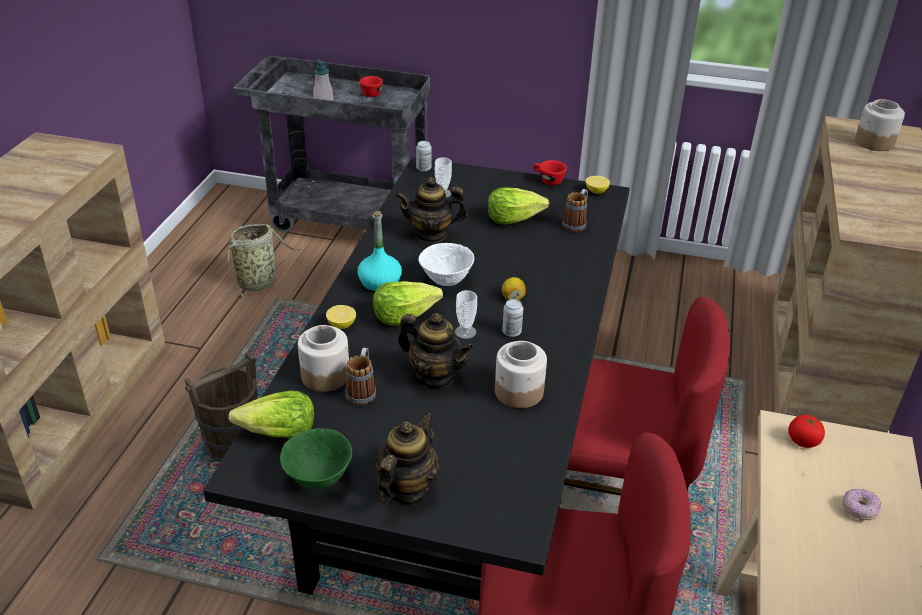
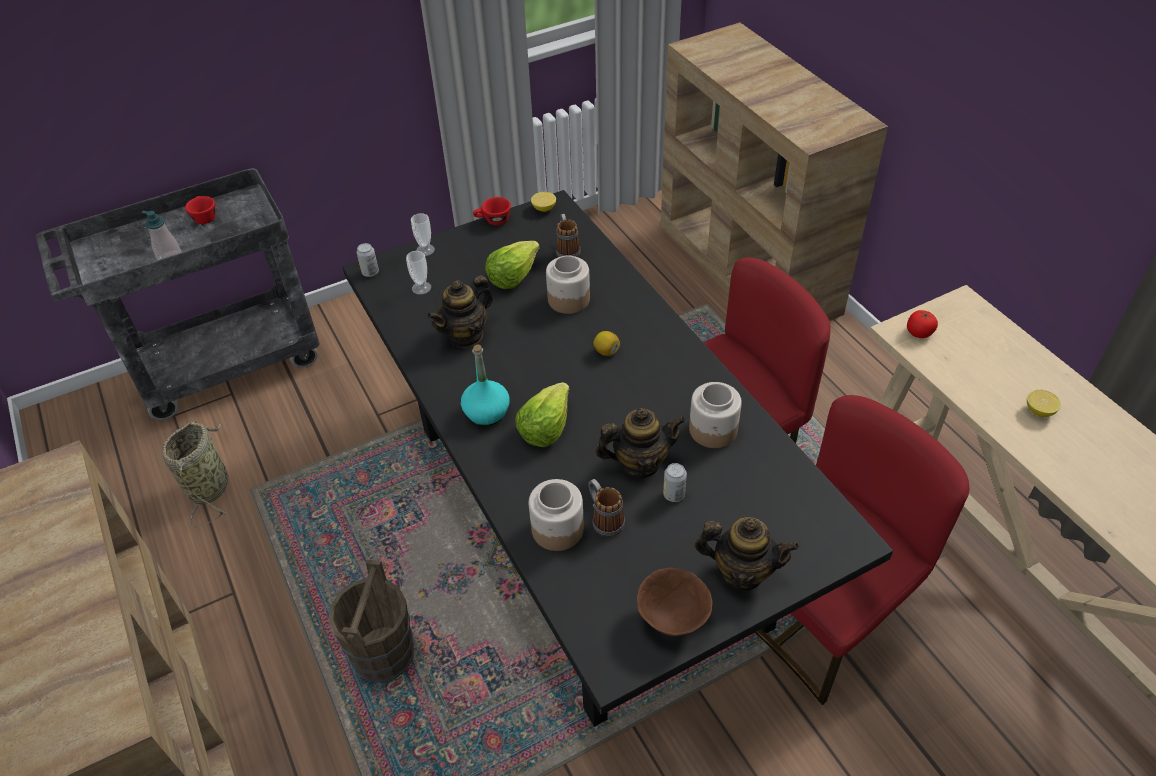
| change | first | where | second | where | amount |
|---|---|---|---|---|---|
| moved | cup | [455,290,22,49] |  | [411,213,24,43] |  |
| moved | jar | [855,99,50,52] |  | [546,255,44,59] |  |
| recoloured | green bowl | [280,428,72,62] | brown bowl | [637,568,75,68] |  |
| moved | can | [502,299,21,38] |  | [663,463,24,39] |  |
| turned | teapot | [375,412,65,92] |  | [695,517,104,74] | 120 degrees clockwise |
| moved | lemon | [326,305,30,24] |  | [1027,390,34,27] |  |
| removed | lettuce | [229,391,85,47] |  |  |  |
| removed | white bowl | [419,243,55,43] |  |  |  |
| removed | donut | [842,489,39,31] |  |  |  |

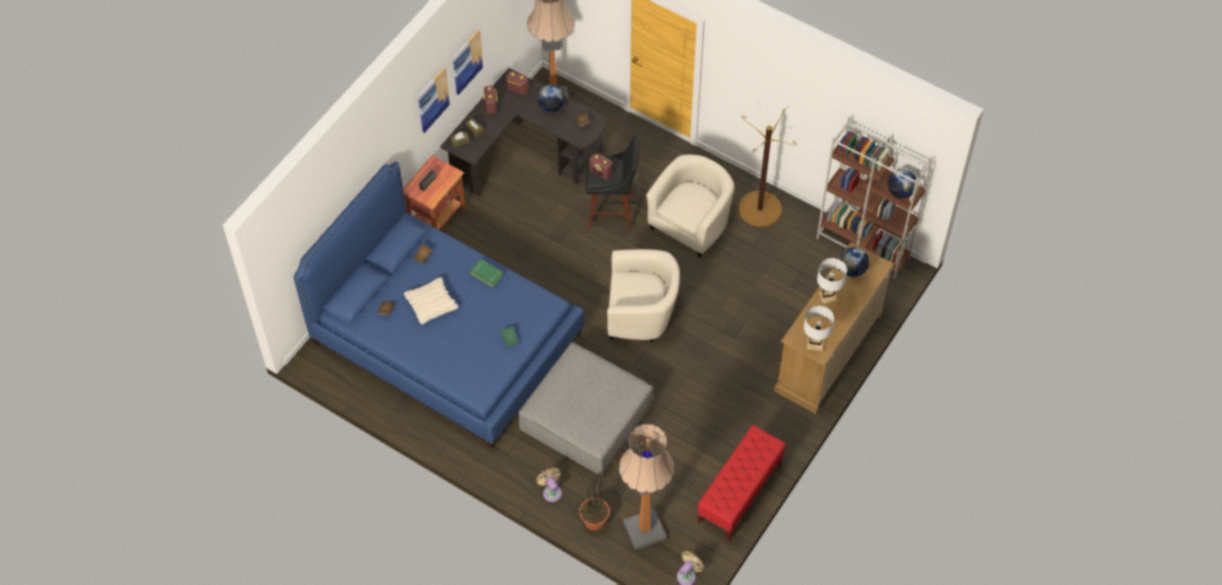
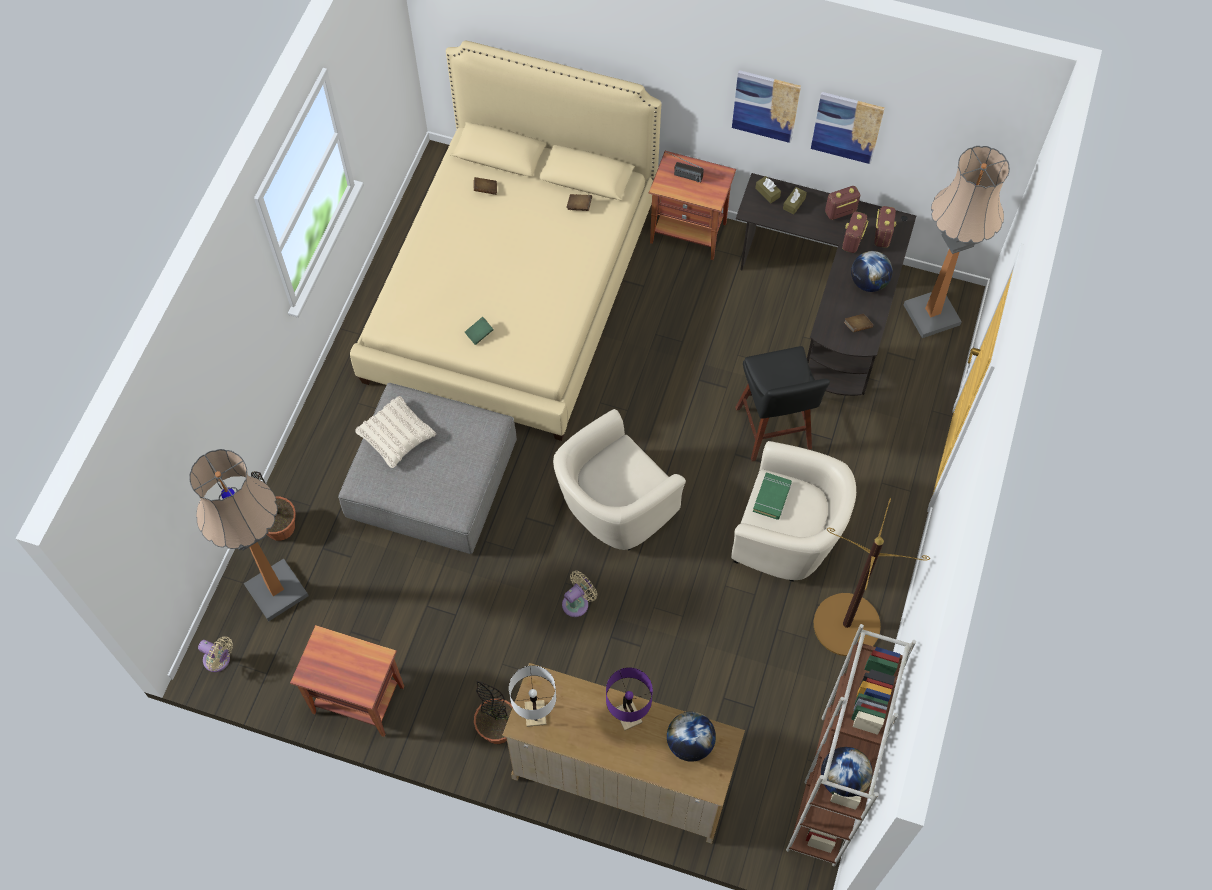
| change | first | where | second | where | amount |
|---|---|---|---|---|---|
| replaced | red bench | [698,425,88,116] | nightstand | [290,625,114,112] |  |
| recoloured | blue bed | [293,162,291,286] | beige bed | [350,41,311,400] |  |
| moved | beige pillow | [404,277,54,47] |  | [355,396,81,72] |  |
| added |  |  | potted plant | [474,681,39,63] |  |
| turned | beige armchair | [607,249,73,93] |  | [553,409,133,141] | 60 degrees clockwise |
| moved | beige fan | [536,468,26,34] |  | [562,571,35,46] |  |
| recoloured | white table lamp | [817,258,30,45] | purple table lamp | [606,667,47,64] |  |
| moved | green book | [470,259,34,29] |  | [753,472,39,48] |  |
| moved | radio | [590,153,22,27] |  | [842,211,27,42] |  |

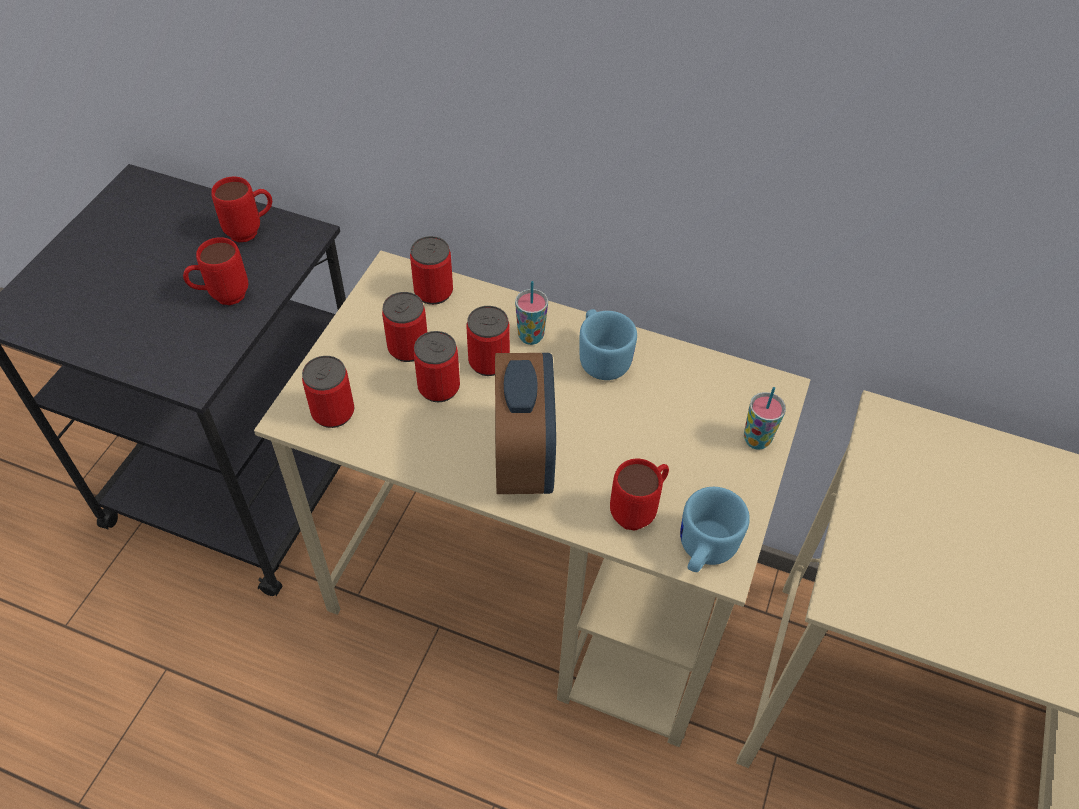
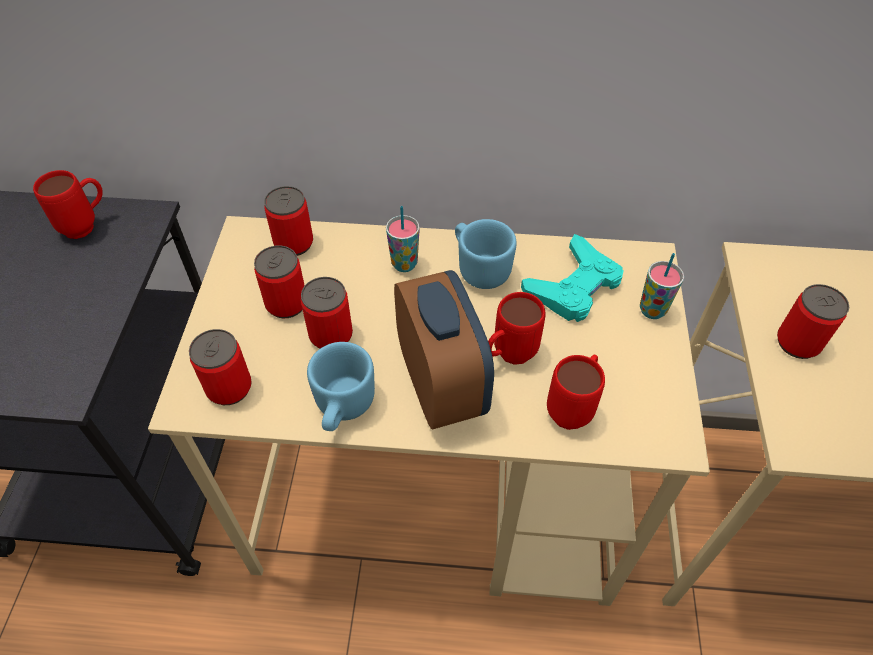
| change | first | where | second | where | amount |
|---|---|---|---|---|---|
| moved | blue mug | [680,487,70,85] |  | [307,342,68,89] |  |
| moved | red mug | [183,237,65,68] |  | [488,292,57,73] |  |
| added |  |  | turquoise game controller | [521,234,103,88] |  |
| moved | can | [467,306,43,70] |  | [777,284,72,75] |  |

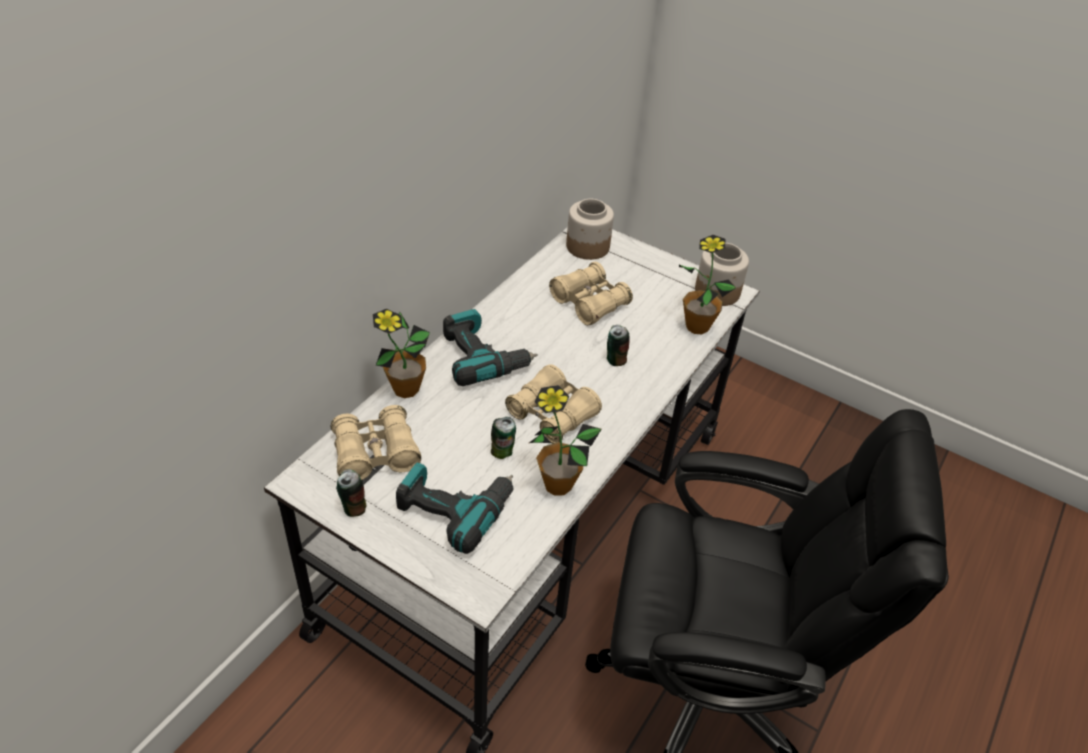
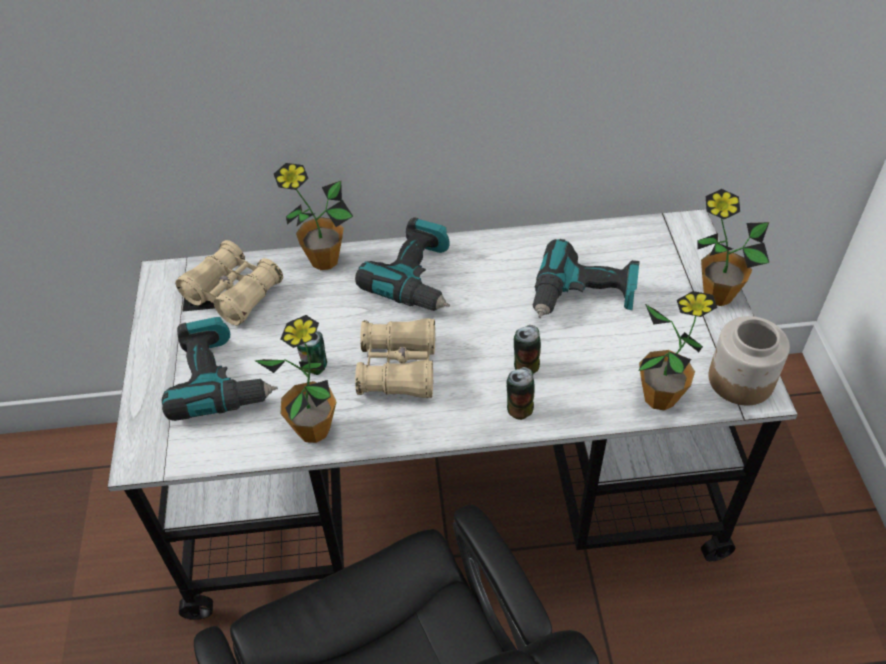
| change | first | where | second | where | amount |
|---|---|---|---|---|---|
| moved | can | [336,469,30,48] |  | [507,367,28,53] |  |
| replaced | beige binoculars | [549,262,84,63] | power drill | [533,239,106,79] |  |
| added |  |  | potted plant | [697,189,72,117] |  |
| removed | jar | [566,199,48,61] |  |  |  |

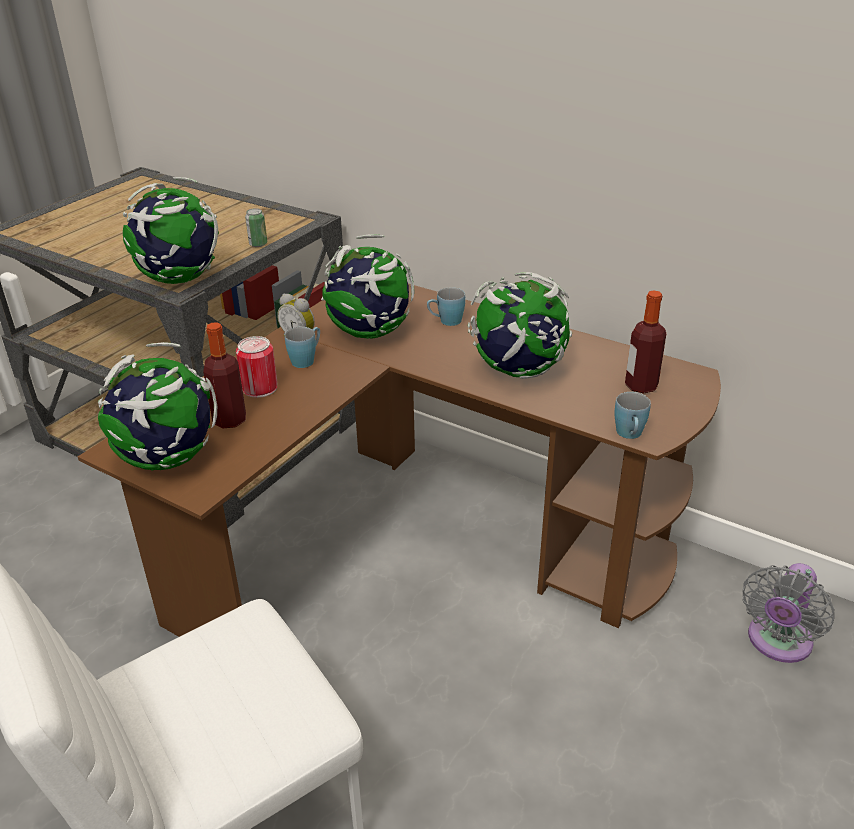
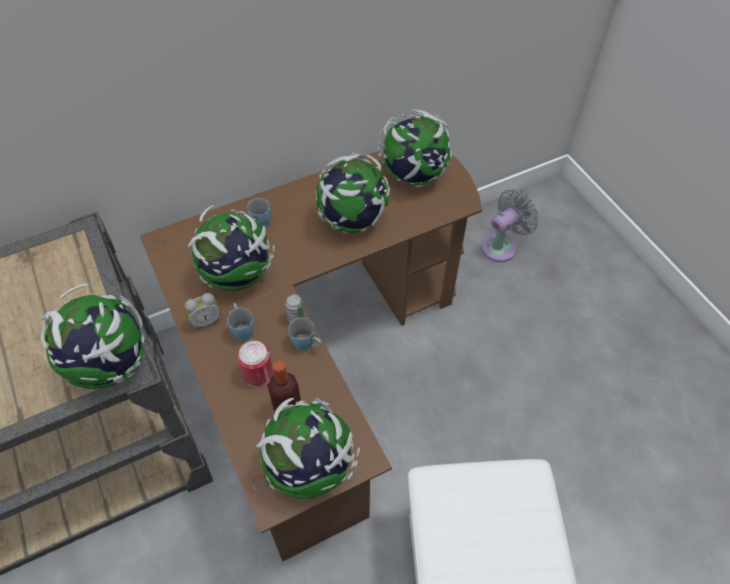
| change | first | where | second | where | amount |
|---|---|---|---|---|---|
| moved | can | [245,208,22,39] |  | [285,294,20,29] |  |
| moved | blue mug | [615,392,36,47] |  | [288,317,34,34] |  |
| replaced | bottle | [625,290,41,103] | globe | [378,110,74,77] |  |
| turned | grey fan | [743,563,92,100] |  | [481,189,58,73] | 105 degrees counterclockwise |

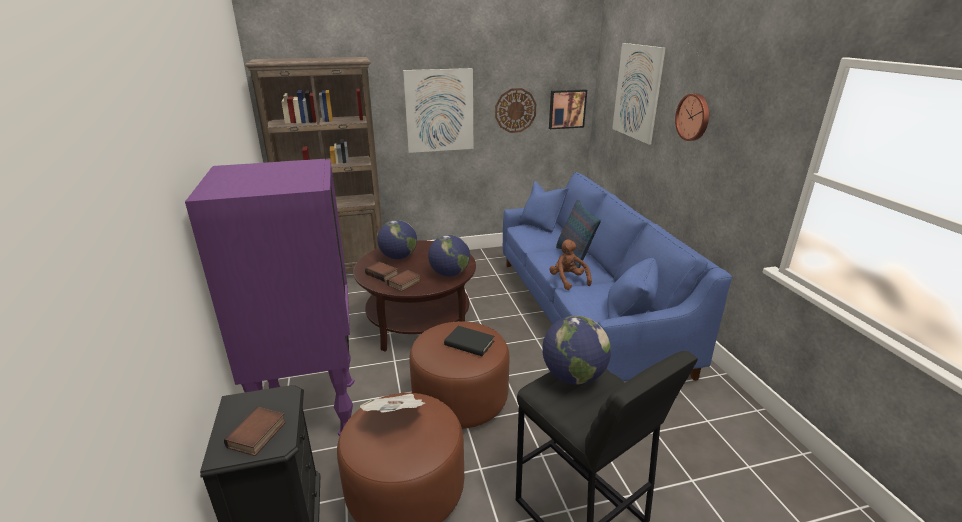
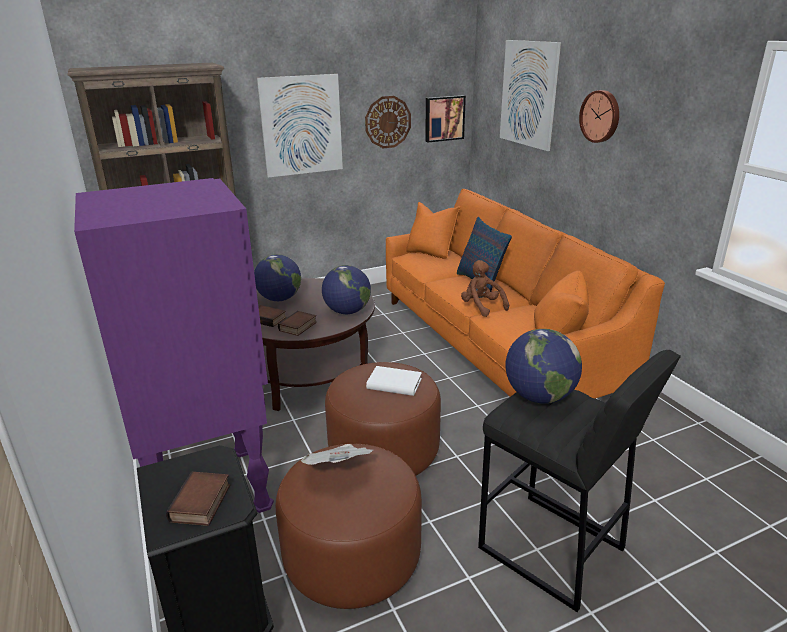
| change | first | where | second | where | amount |
|---|---|---|---|---|---|
| recoloured | black book | [444,326,50,30] | white book | [366,366,56,30] |  |
| recoloured | blue sofa | [503,172,229,209] | orange sofa | [386,189,279,210] |  |

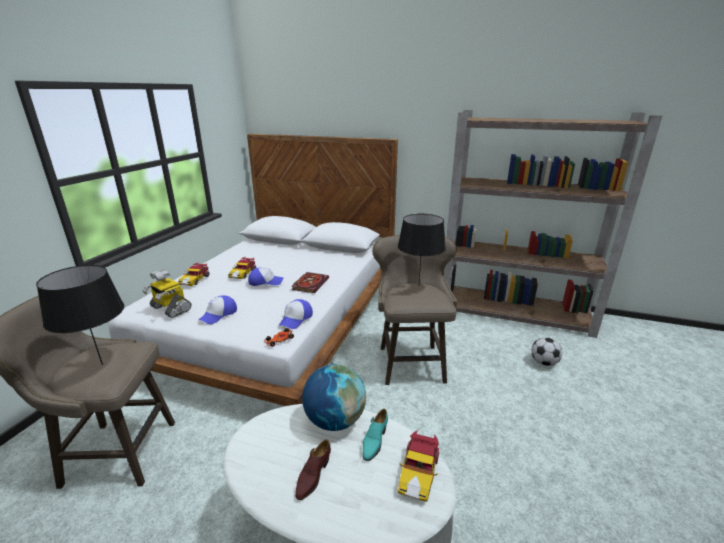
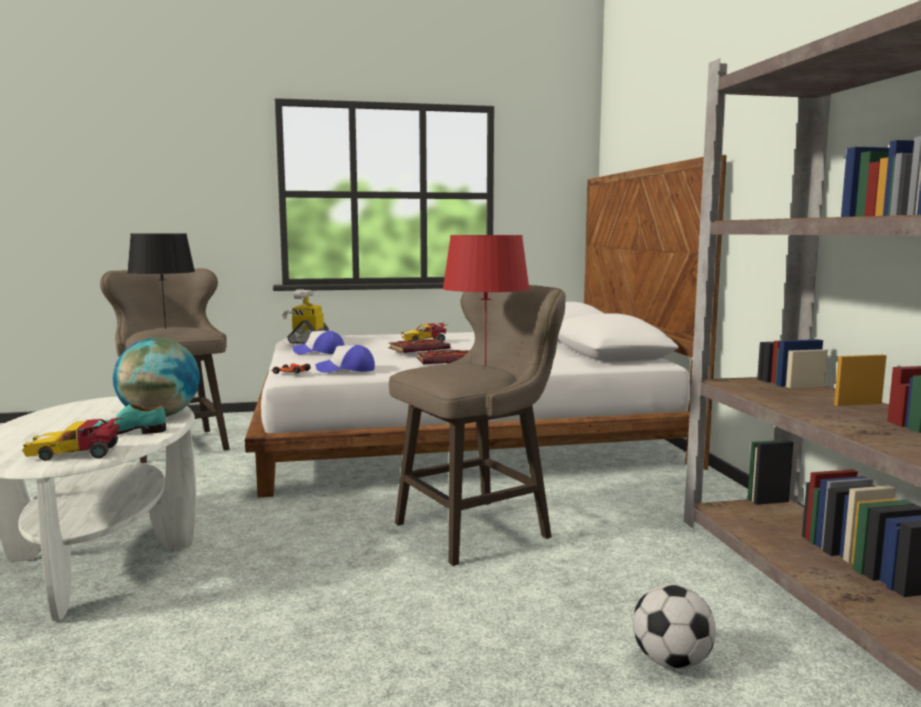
| change | first | where | second | where | amount |
|---|---|---|---|---|---|
| replaced | cap | [248,267,36,19] | book | [388,339,63,14] |  |
| recoloured | black table lamp | [398,214,48,69] | red table lamp | [442,235,88,132] |  |
| removed | toy car | [178,263,31,23] |  |  |  |
| removed | brown shoe | [295,439,36,61] |  |  |  |

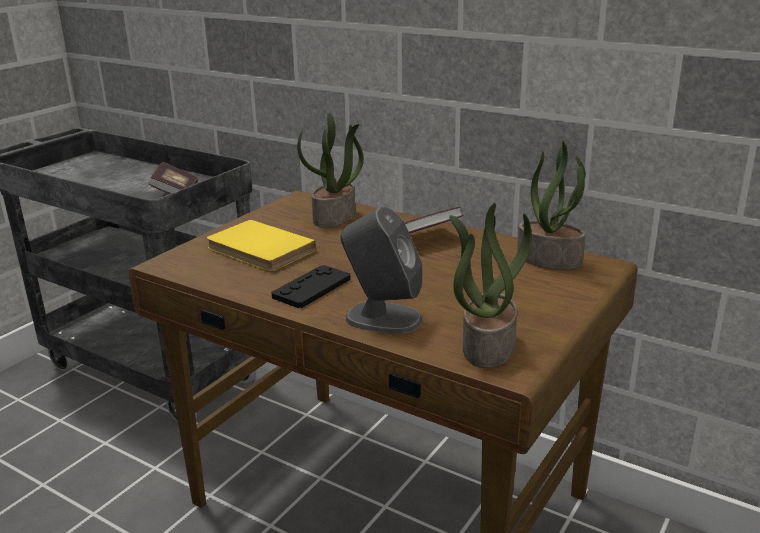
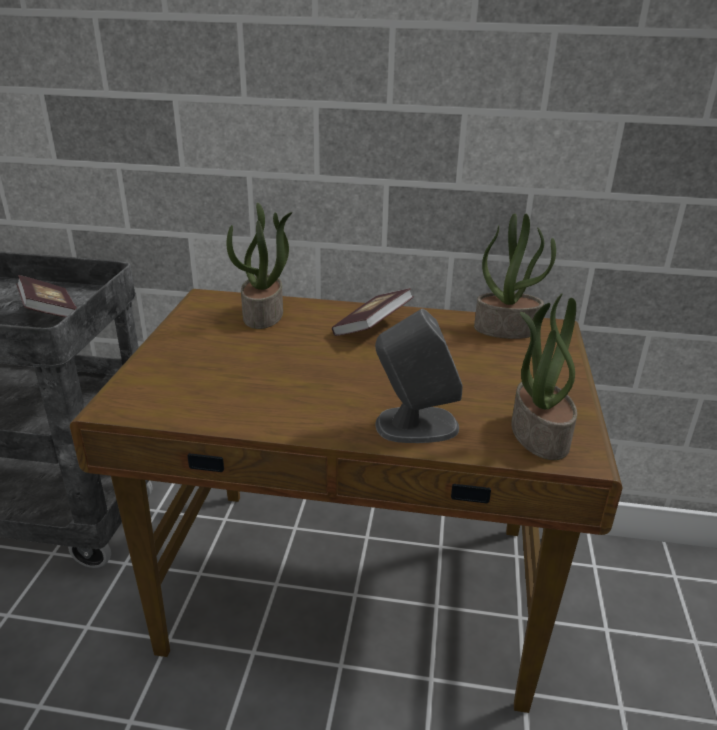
| change | first | where | second | where | amount |
|---|---|---|---|---|---|
| removed | yellow book | [207,220,109,52] |  |  |  |
| removed | black game controller | [272,265,79,43] |  |  |  |

